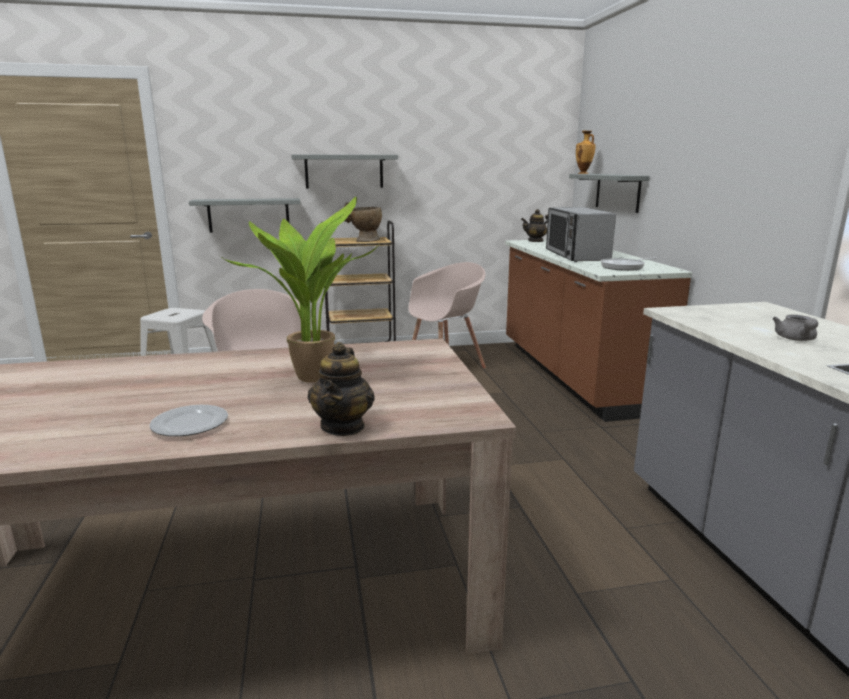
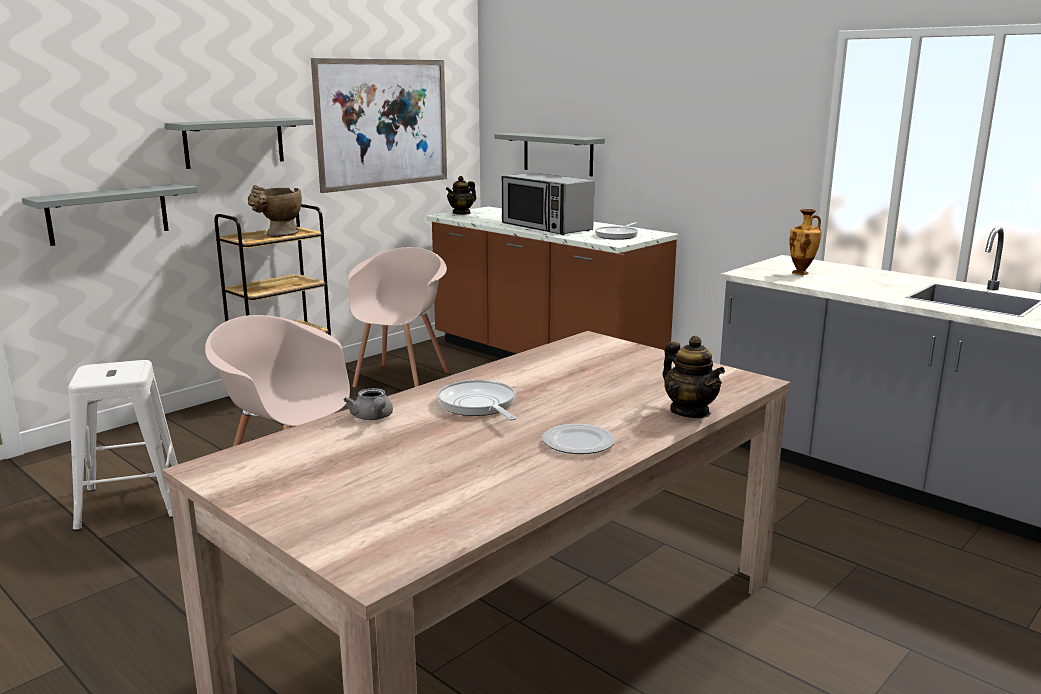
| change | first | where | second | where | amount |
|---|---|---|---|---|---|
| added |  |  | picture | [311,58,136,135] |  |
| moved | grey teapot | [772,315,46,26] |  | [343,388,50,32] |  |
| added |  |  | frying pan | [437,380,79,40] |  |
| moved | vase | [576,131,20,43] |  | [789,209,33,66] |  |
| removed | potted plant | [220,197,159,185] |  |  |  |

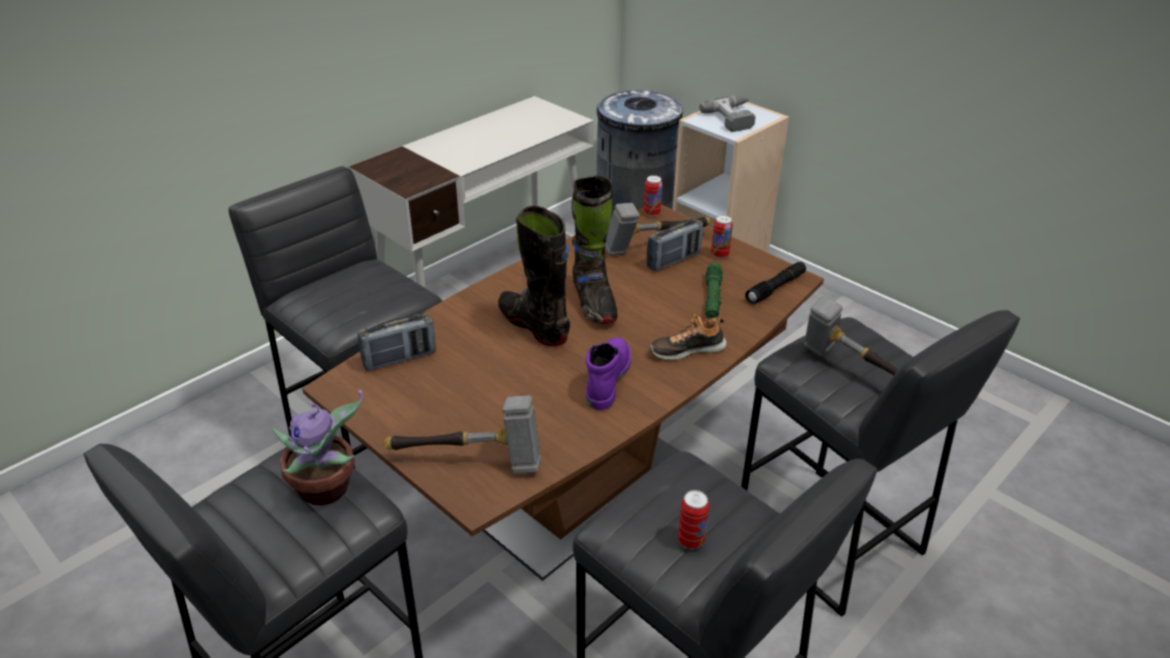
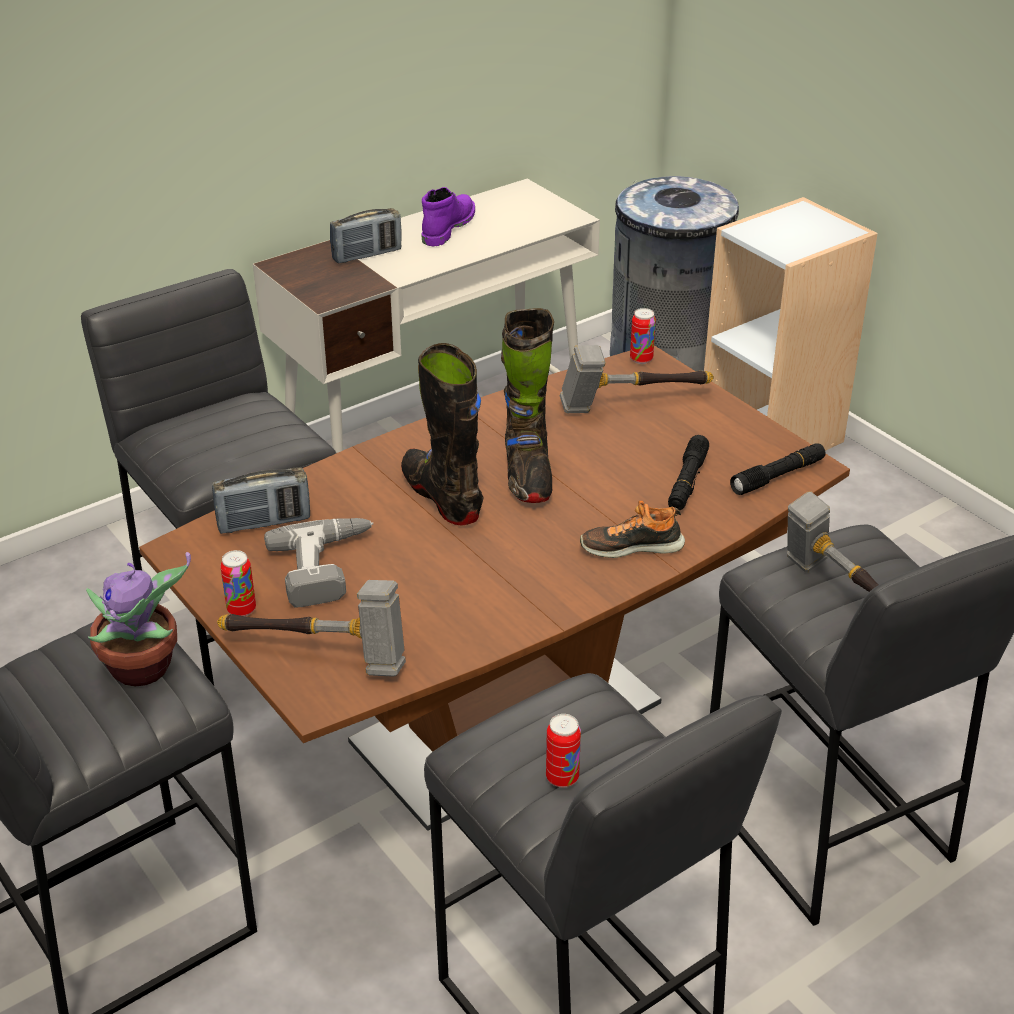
| change | first | where | second | where | amount |
|---|---|---|---|---|---|
| moved | can | [711,215,22,44] |  | [221,550,35,66] |  |
| moved | power drill | [699,96,57,36] |  | [264,518,109,90] |  |
| moved | radio | [646,218,57,54] |  | [330,208,72,56] |  |
| moved | purple boot | [586,337,45,73] |  | [421,187,54,59] |  |
| recoloured | green flashlight | [705,263,18,56] | black flashlight | [668,435,41,76] |  |

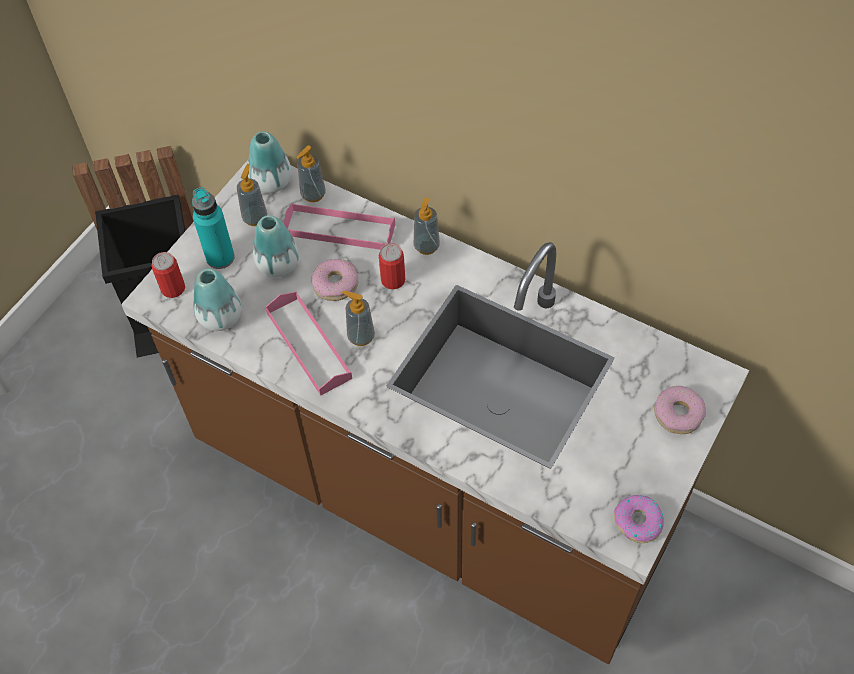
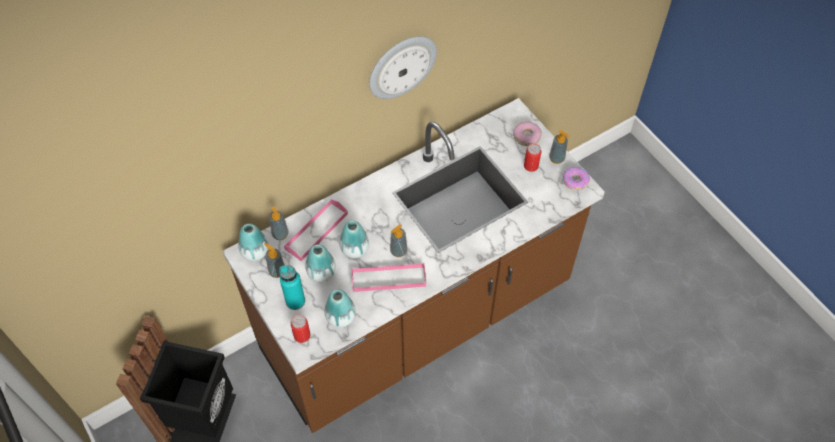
| change | first | where | second | where | amount |
|---|---|---|---|---|---|
| replaced | donut | [311,259,47,42] | vase | [339,220,30,38] |  |
| added |  |  | wall clock | [369,36,68,63] |  |
| moved | can | [379,243,26,46] |  | [524,144,18,28] |  |
| moved | soap dispenser | [413,198,27,57] |  | [549,130,21,34] |  |

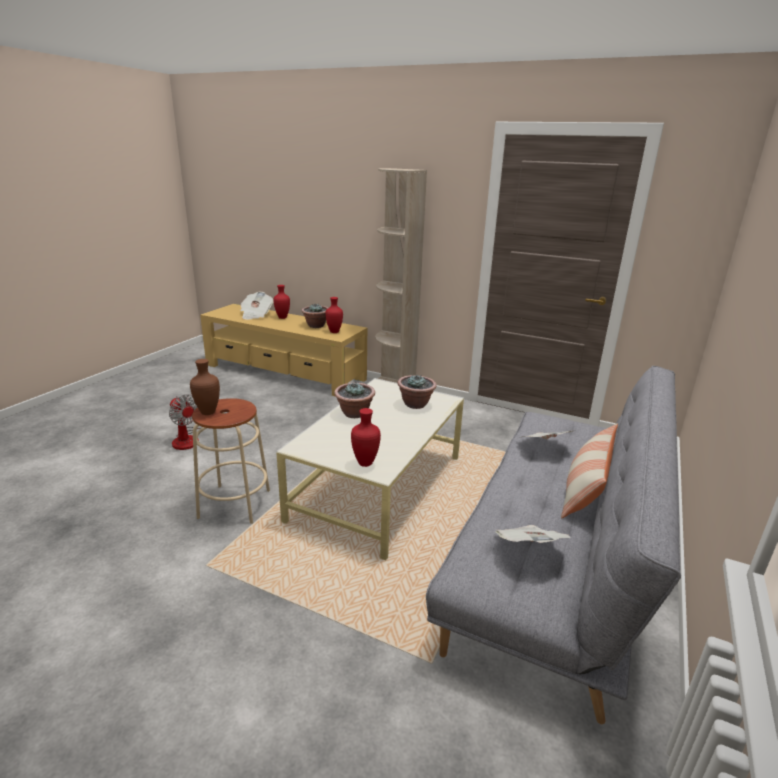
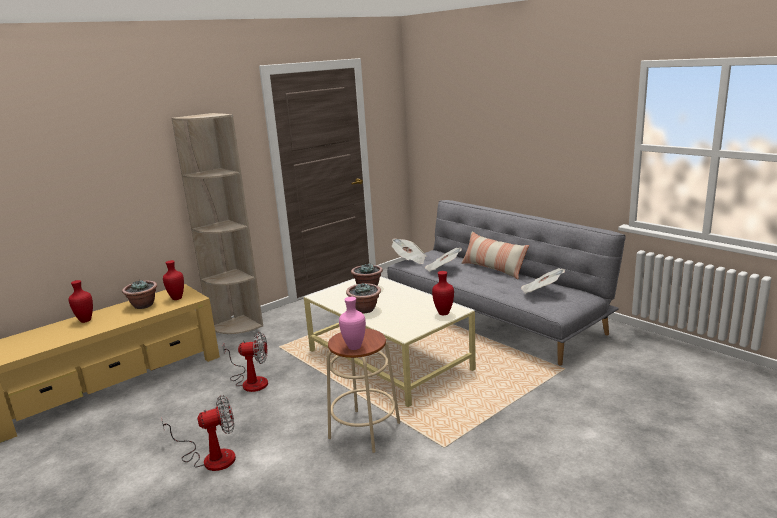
| change | first | where | second | where | amount |
|---|---|---|---|---|---|
| added |  |  | fan | [223,332,45,60] |  |
| recoloured | brown vase | [190,359,30,56] | pink vase | [339,297,27,53] |  |
| moved | newspaper | [240,292,34,28] |  | [391,239,36,25] |  |

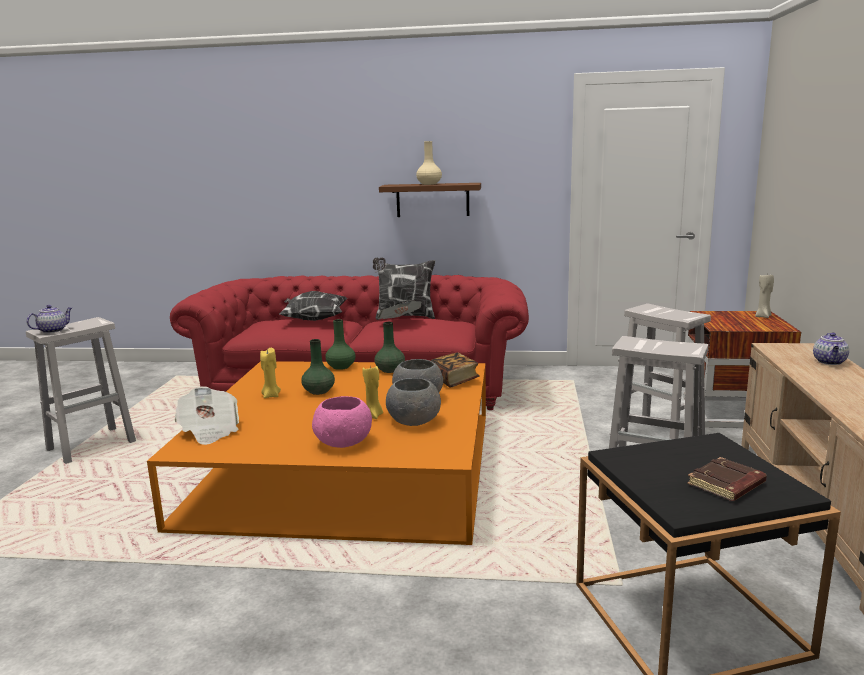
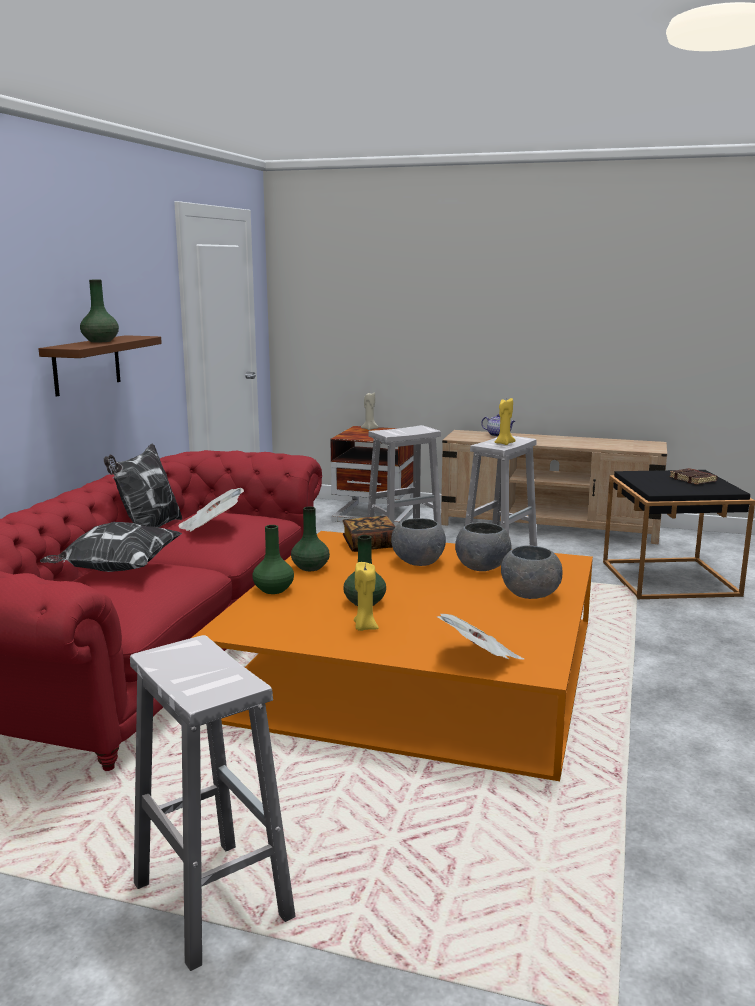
| change | first | where | second | where | amount |
|---|---|---|---|---|---|
| recoloured | beige vase | [416,141,26,44] | green vase | [80,280,39,62] |  |
| moved | yellow candle | [362,365,21,54] |  | [494,398,21,47] |  |
| recoloured | pink bowl | [312,396,60,52] | grey bowl | [501,545,62,54] |  |
| removed | teapot | [26,305,46,28] |  |  |  |

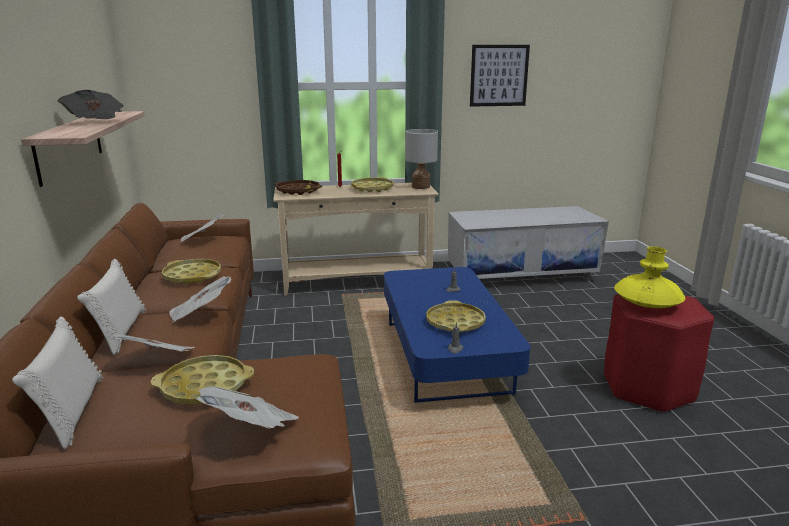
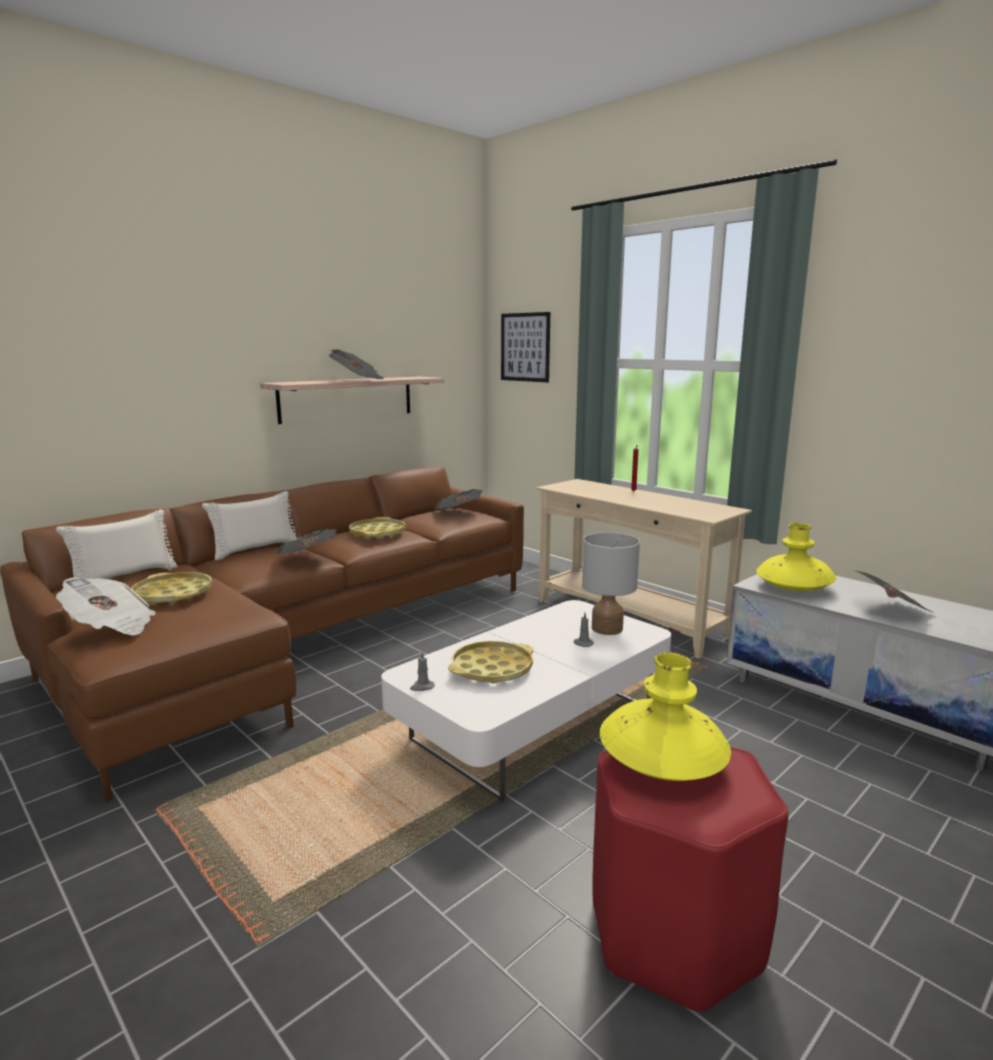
| change | first | where | second | where | amount |
|---|---|---|---|---|---|
| recoloured | blue coffee table | [384,267,147,136] | white coffee table | [381,600,290,202] |  |
| moved | picture | [470,45,60,62] |  | [501,312,49,71] |  |
| moved | grey table lamp | [405,129,33,60] |  | [582,532,58,103] |  |
| added |  |  | yellow vase | [756,523,80,68] |  |
| moved | newspaper | [110,334,85,17] |  | [856,571,80,42] |  |
| removed | brown tray | [274,180,48,15] |  |  |  |
| removed | yellow tray | [351,177,43,15] |  |  |  |

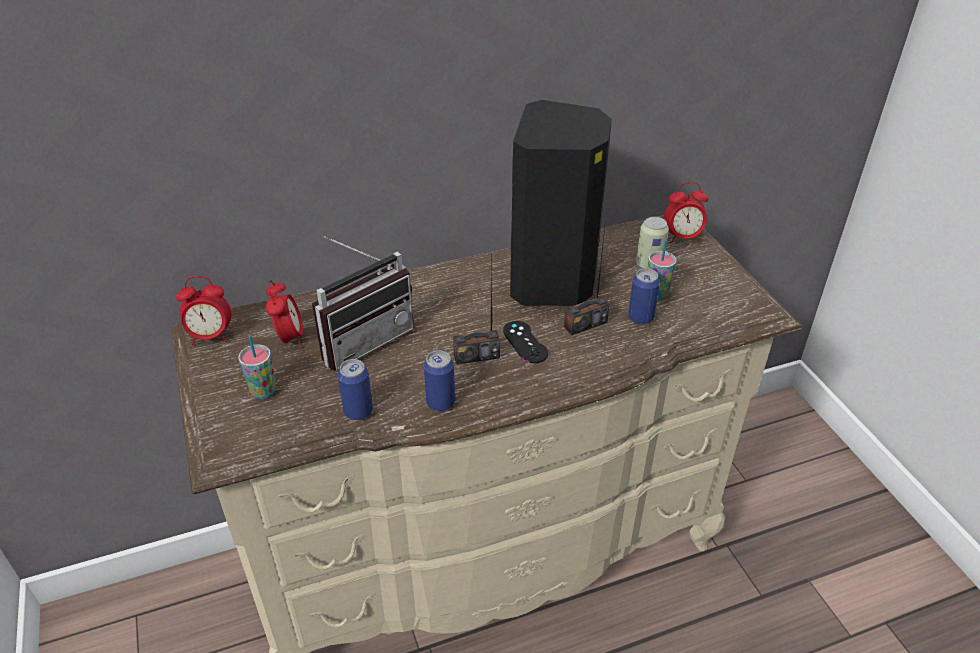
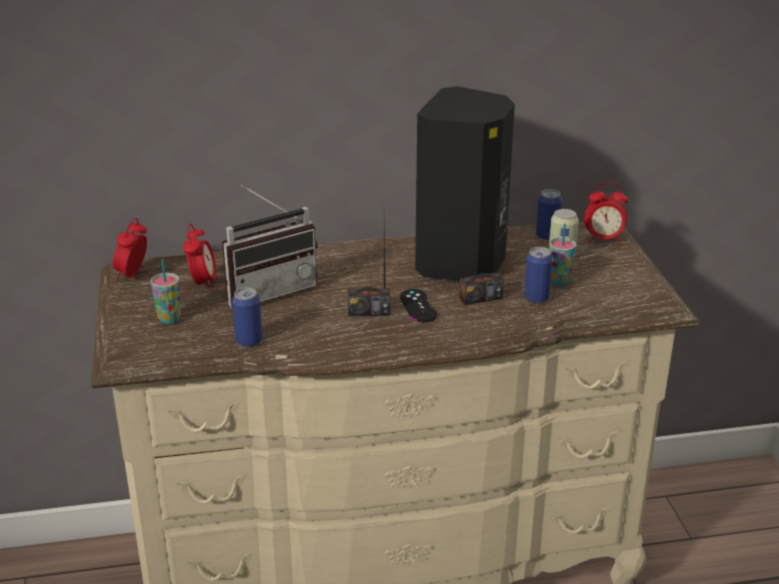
| change | first | where | second | where | amount |
|---|---|---|---|---|---|
| turned | alarm clock | [176,276,55,69] |  | [113,218,34,63] | 105 degrees clockwise |
| moved | can | [424,350,31,61] |  | [536,189,26,52] |  |

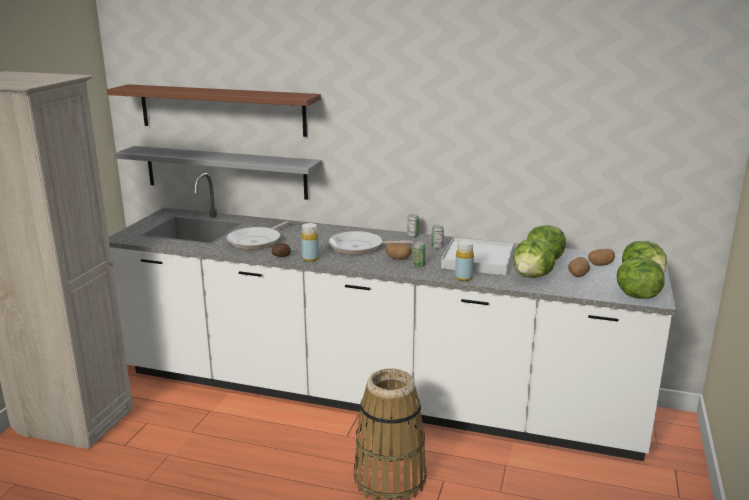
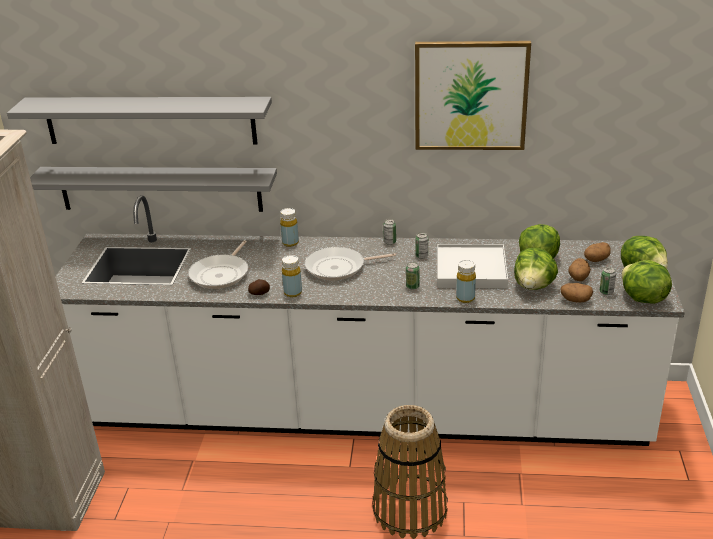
| change | first | where | second | where | amount |
|---|---|---|---|---|---|
| recoloured | brown shelf | [107,84,214,53] | grey shelf | [7,97,265,47] |  |
| added |  |  | yellow bottle | [280,208,19,39] |  |
| added |  |  | picture | [415,41,116,109] |  |
| moved | potato | [385,243,27,17] |  | [561,283,32,20] |  |
| added |  |  | can | [600,267,16,28] |  |

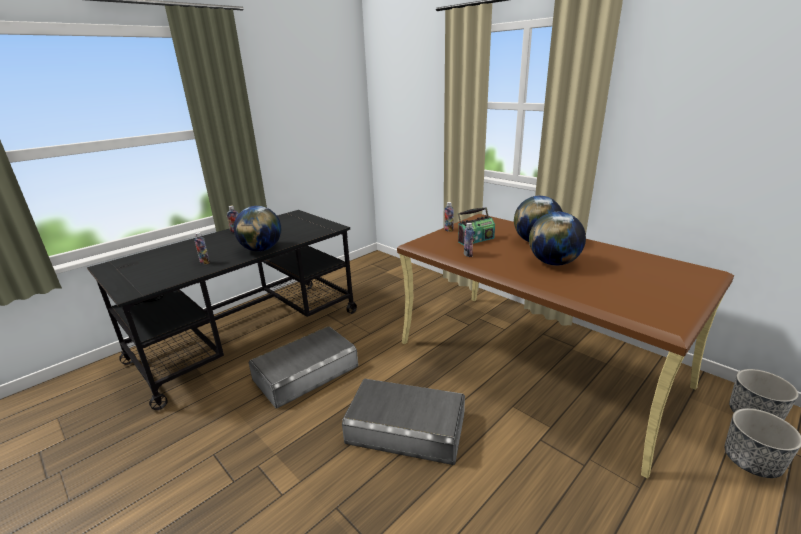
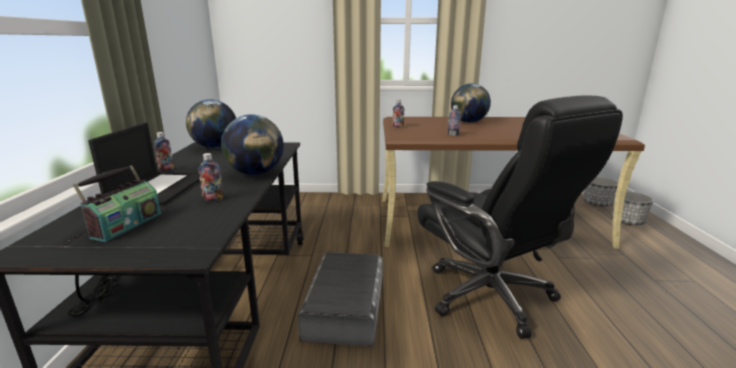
| change | first | where | second | where | amount |
|---|---|---|---|---|---|
| moved | radio | [458,207,37,38] |  | [73,165,88,77] |  |
| added |  |  | laptop | [88,122,112,83] |  |
| moved | globe | [529,212,57,54] |  | [186,99,50,49] |  |
| replaced | grey storage box | [342,379,123,86] | black office chair | [417,95,206,244] |  |

